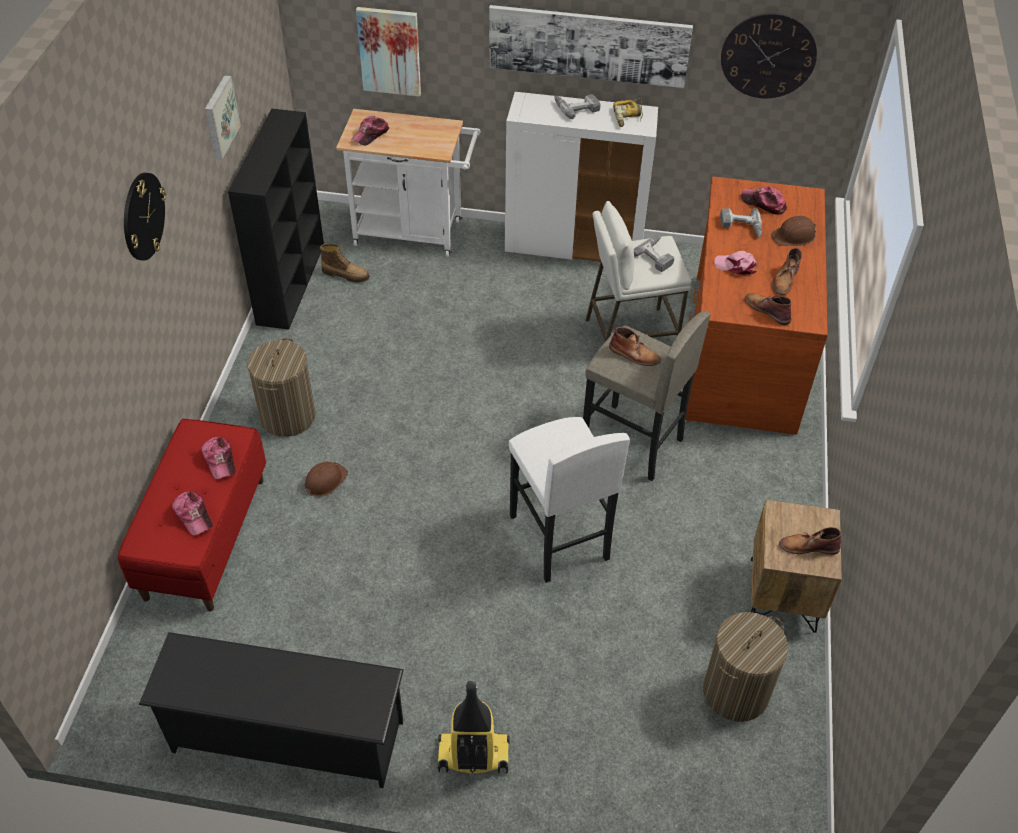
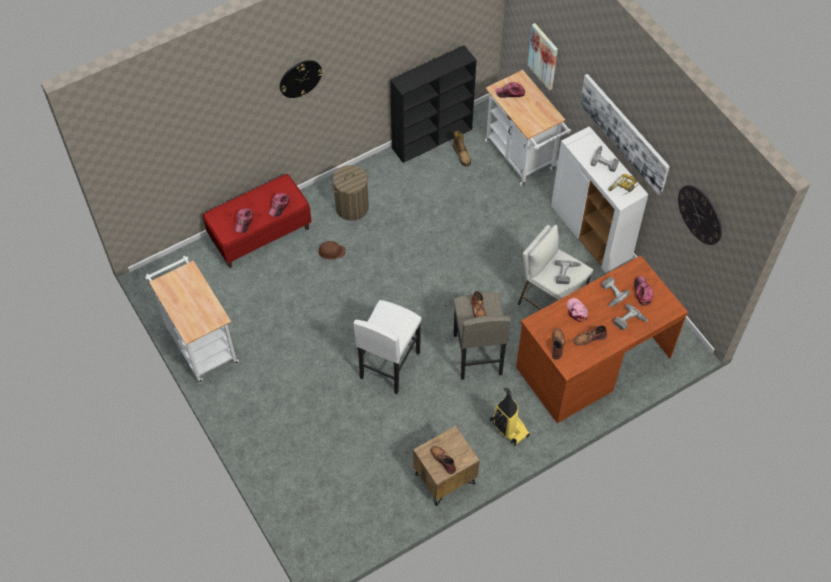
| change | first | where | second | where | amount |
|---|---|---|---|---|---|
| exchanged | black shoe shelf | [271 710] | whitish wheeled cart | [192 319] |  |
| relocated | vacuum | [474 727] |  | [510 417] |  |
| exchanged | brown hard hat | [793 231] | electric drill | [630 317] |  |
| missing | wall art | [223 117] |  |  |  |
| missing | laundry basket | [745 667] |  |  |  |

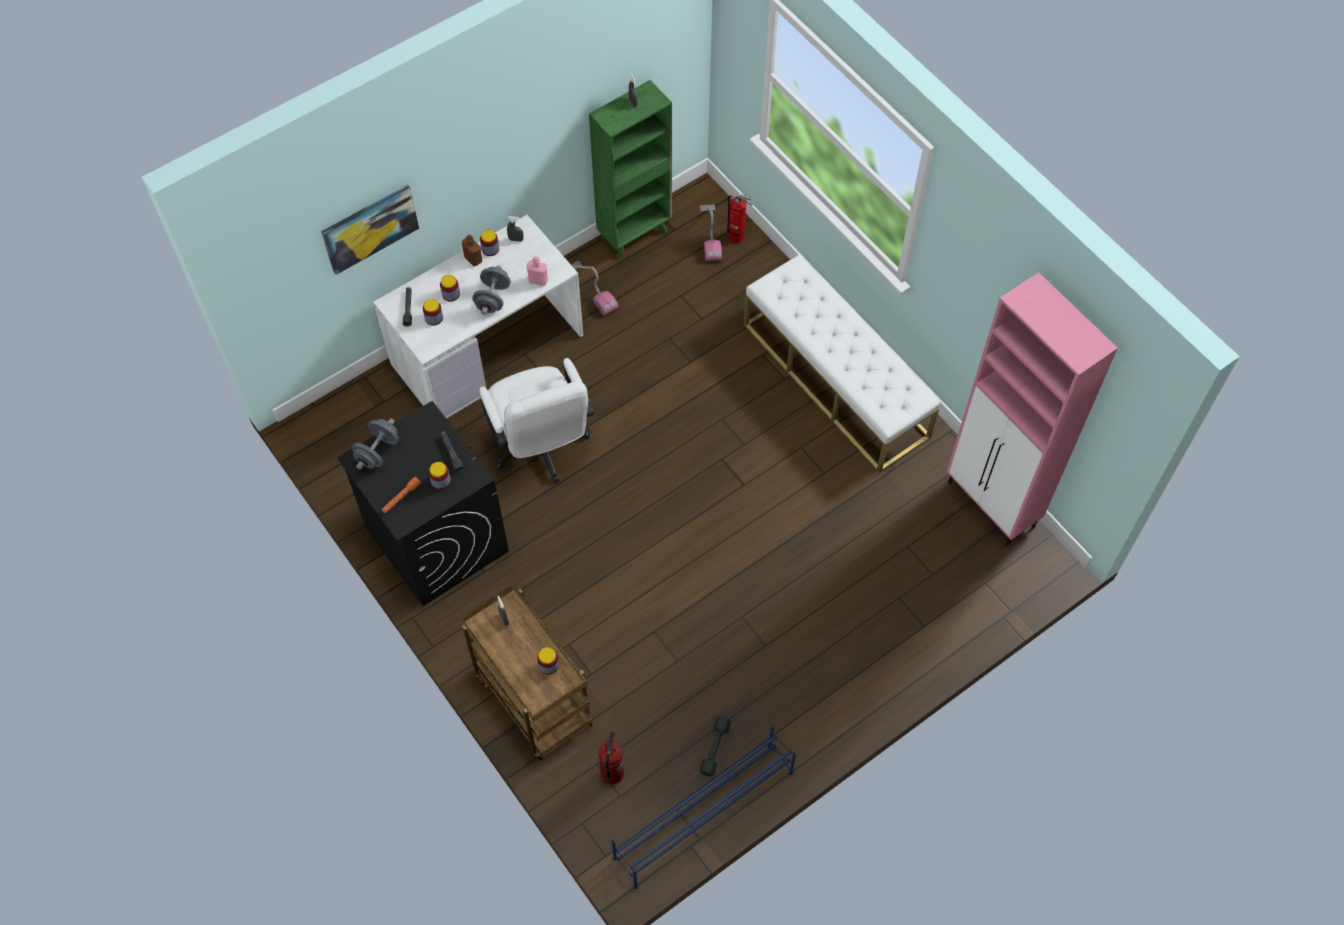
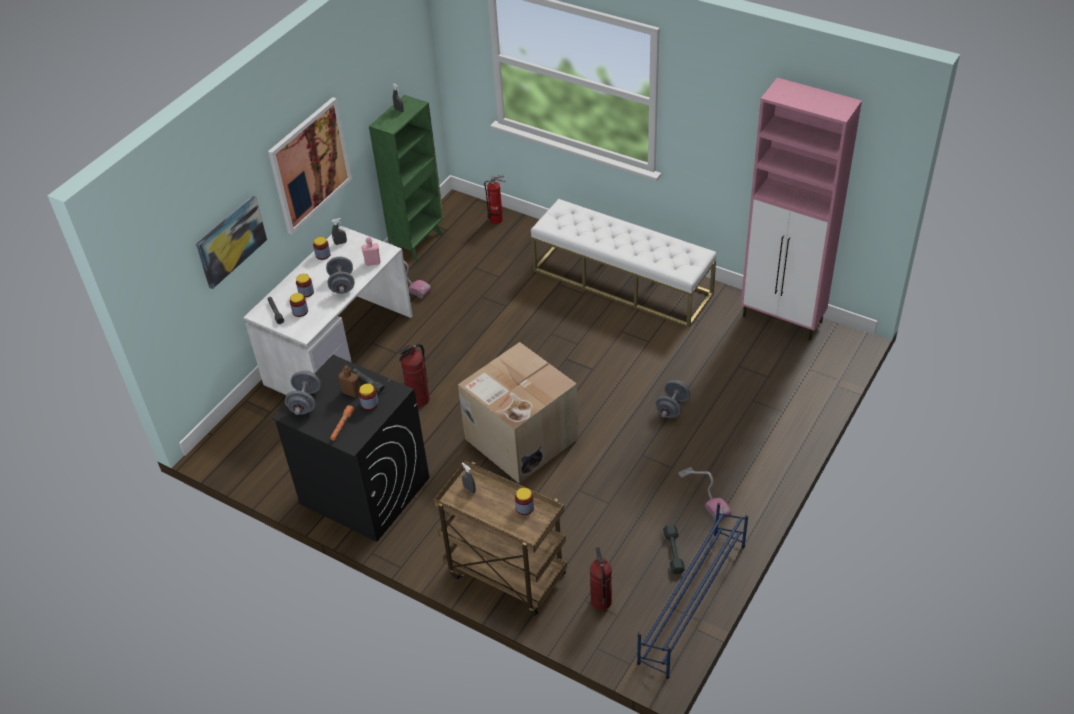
| change | first | where | second | where | amount |
|---|---|---|---|---|---|
| appeared |  |  | wall art | [310 165] |  |
| relocated | brown drink bottle | [472 250] |  | [349 381] |  |
| exchanged | whitish computer chair | [536 420] | extinguisher | [414 375] |  |
| appeared |  |  | carton | [518 413] |  |
| appeared |  |  | gray dumbbell | [672 399] |  |
| relocated | vacuum | [711 233] |  | [704 494] |  |

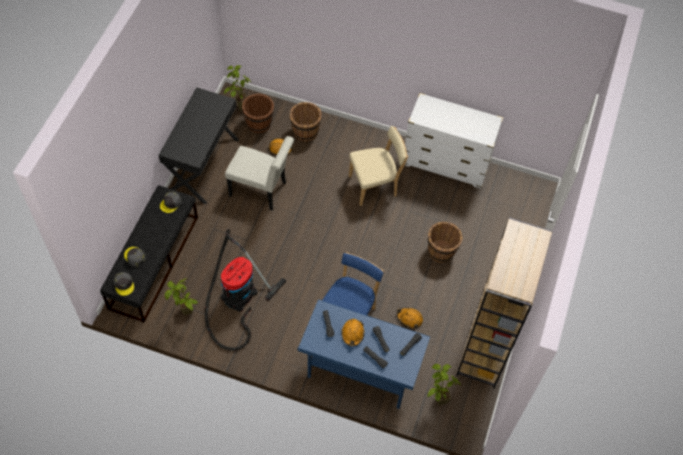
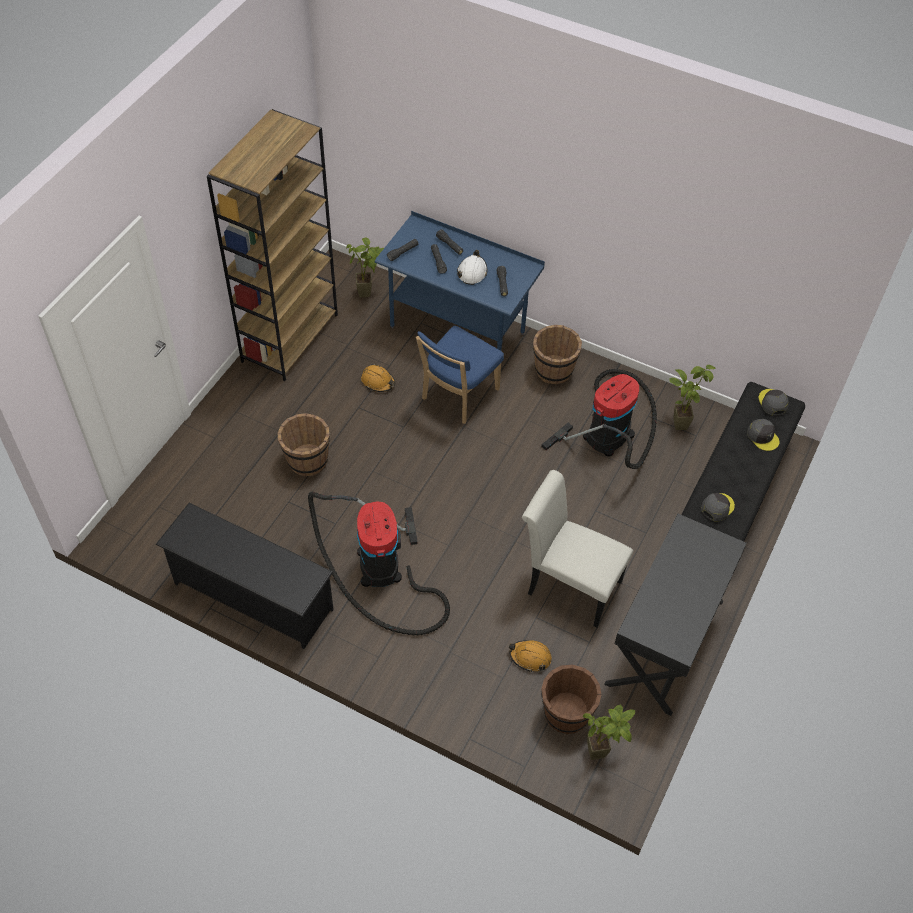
| change | first | where | second | where | amount |
|---|---|---|---|---|---|
| exchanged | whitish drawer chest | [454 141] | black shoe shelf | [245 576] |  |
| exchanged | beige-coloured plain chair | [378 166] | vacuum | [379 563] |  |
| colour | orangey hard hat | [353 332] | whitish hard hat | [472 267] |  |
| relocated | brown water bucket | [306 121] |  | [557 354] |  |

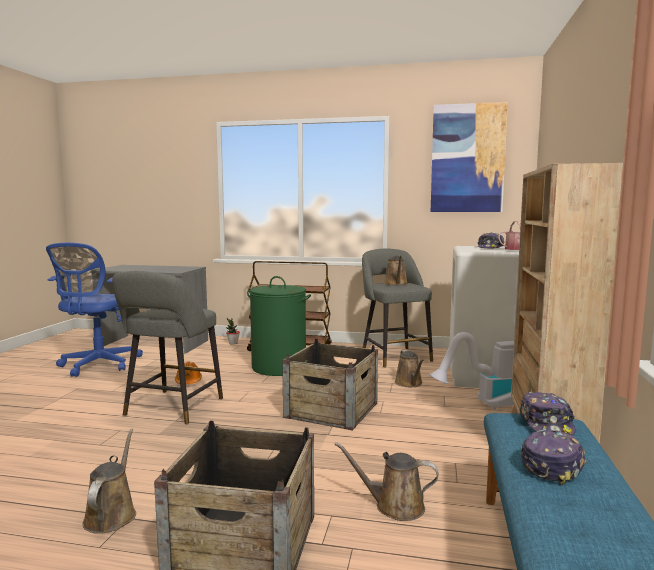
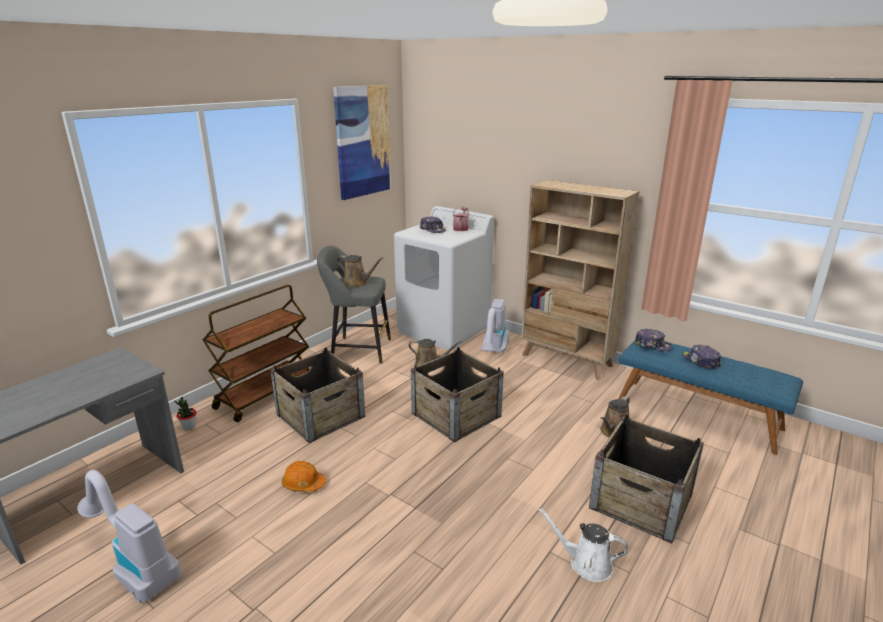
| change | first | where | second | where | amount |
|---|---|---|---|---|---|
| exchanged | blue-coloured computer chair | [94 310] | vacuum | [129 536] |  |
| exchanged | greenish laundry basket | [279 326] | shipping crate | [317 395] |  |
| colour | brown sprinkling can | [109 481] | whitish sprinkling can | [583 544] |  |
| missing | gray stool | [167 348] |  |  |  |

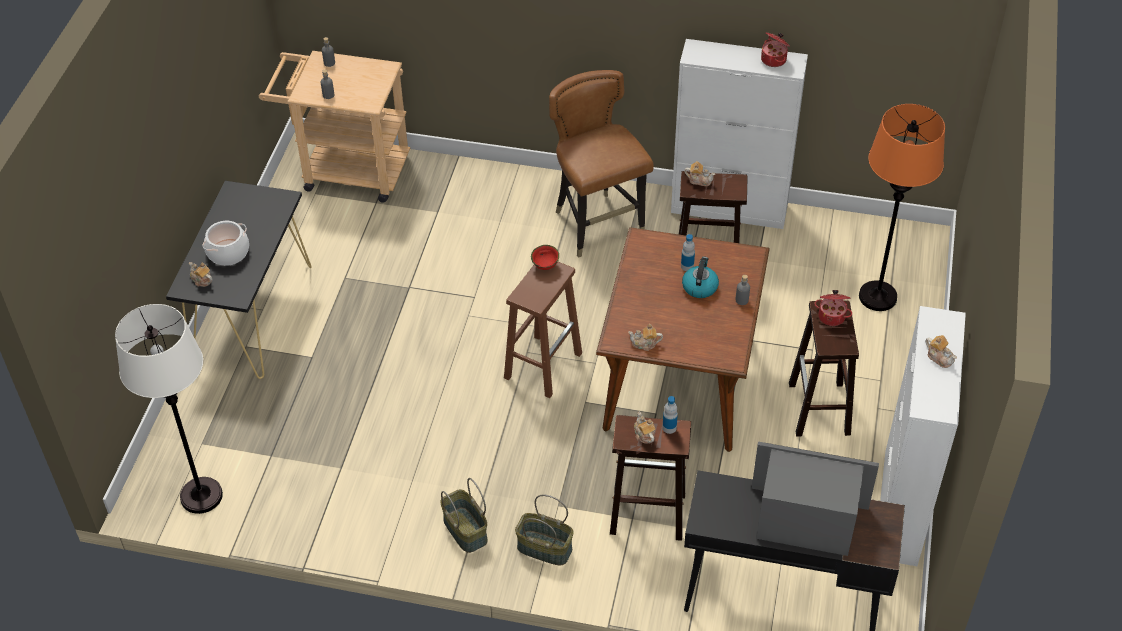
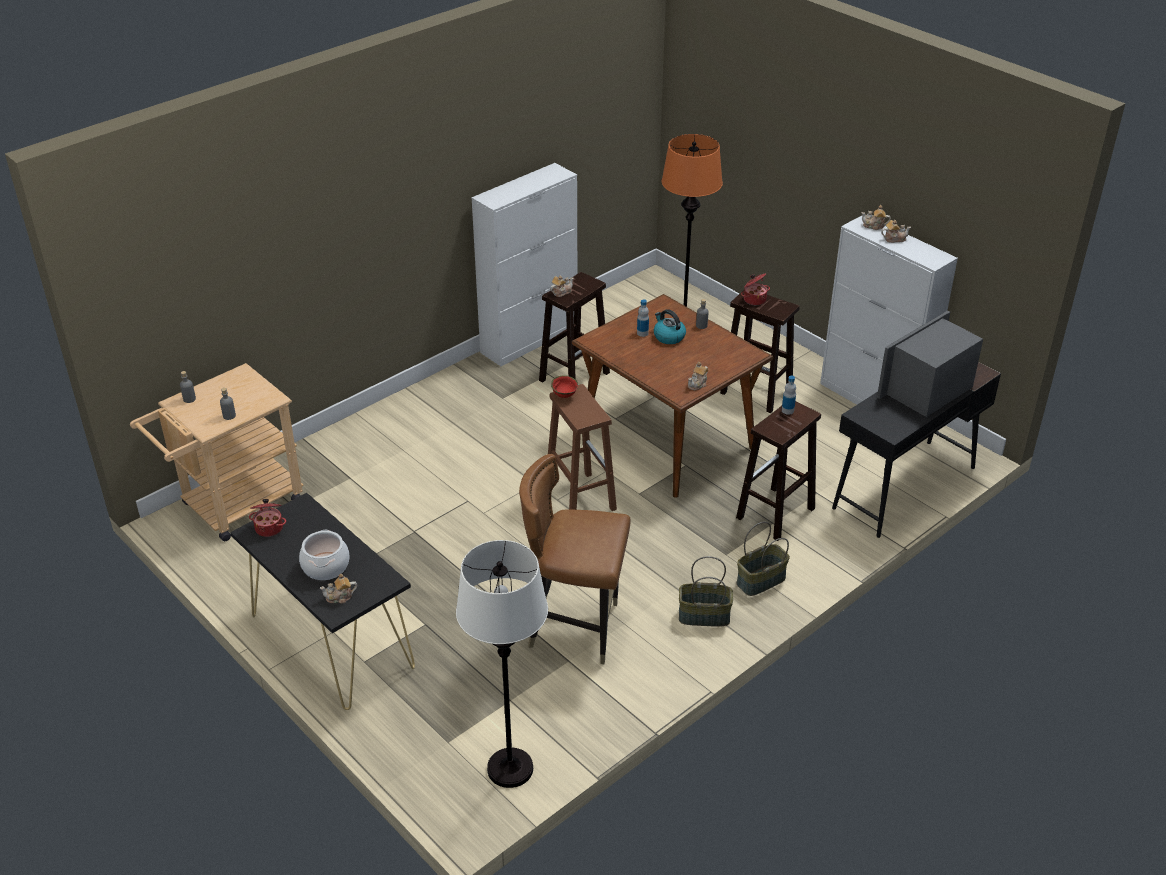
| change | first | where | second | where | amount |
|---|---|---|---|---|---|
| relocated | cooking pot | [775 49] |  | [267 518] |  |
| relocated | brown plain chair | [601 164] |  | [575 559] |  |
| relocated | pot for tea | [645 427] |  | [876 217] |  |

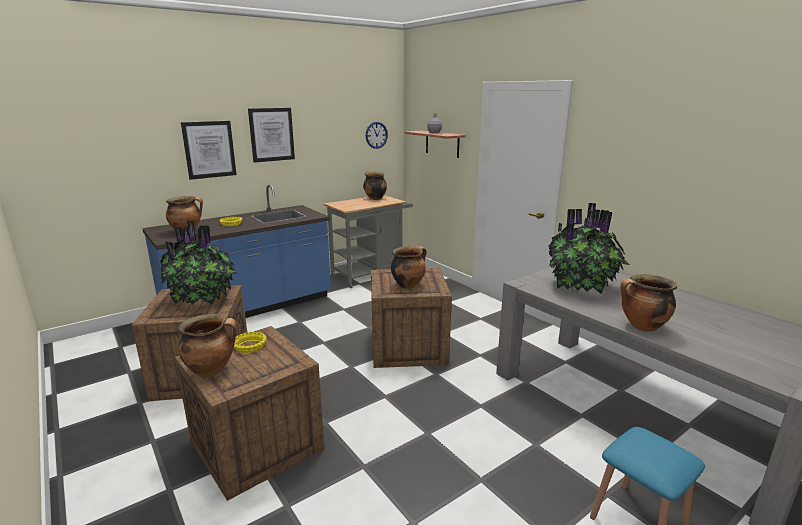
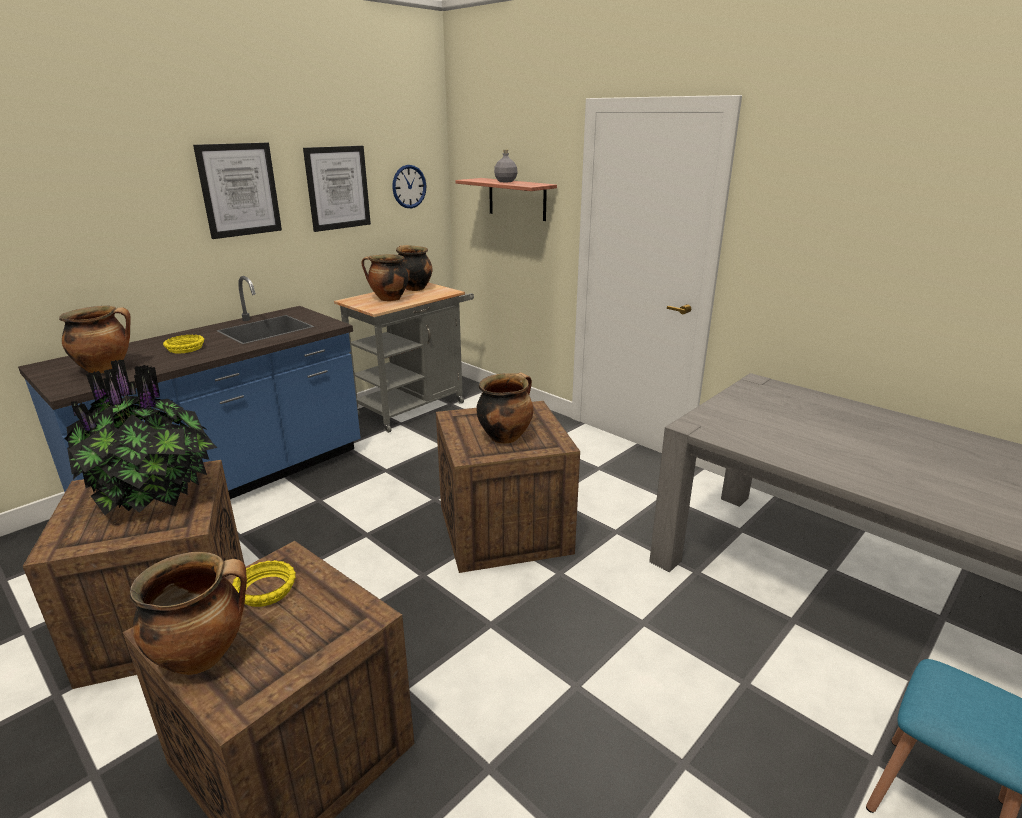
| change | first | where | second | where | amount |
|---|---|---|---|---|---|
| relocated | wall art | [209 150] |  | [337 189] |  |
| relocated | cooking pot | [648 303] |  | [385 277] |  |
| missing | potted plant | [588 248] |  |  |  |

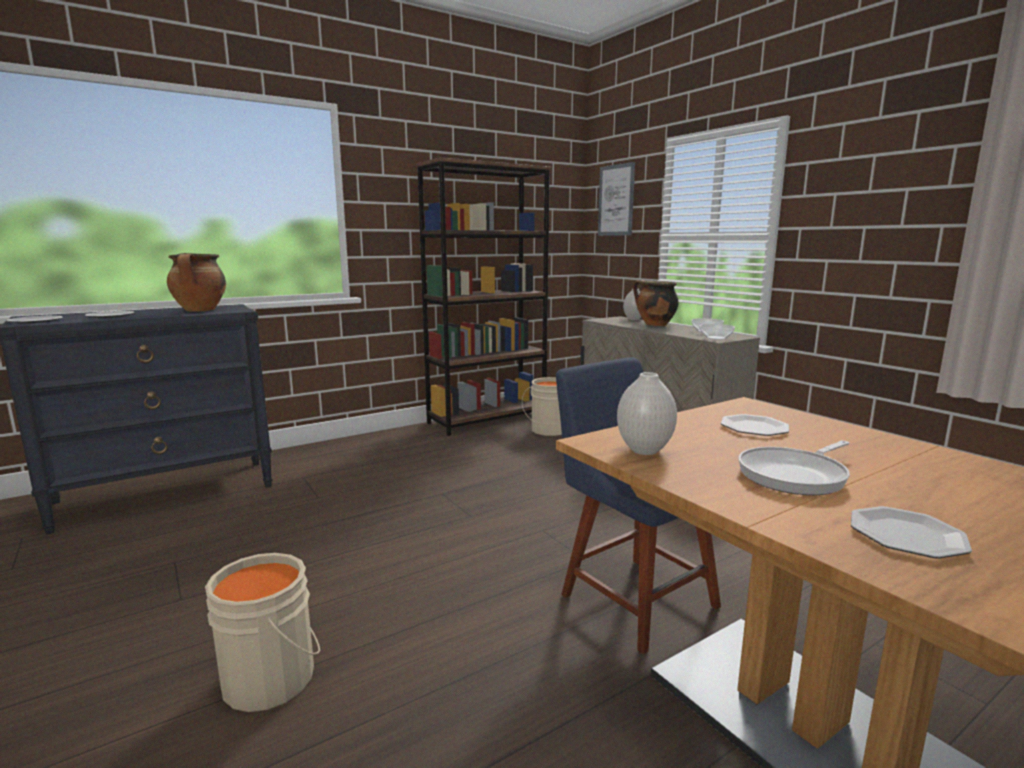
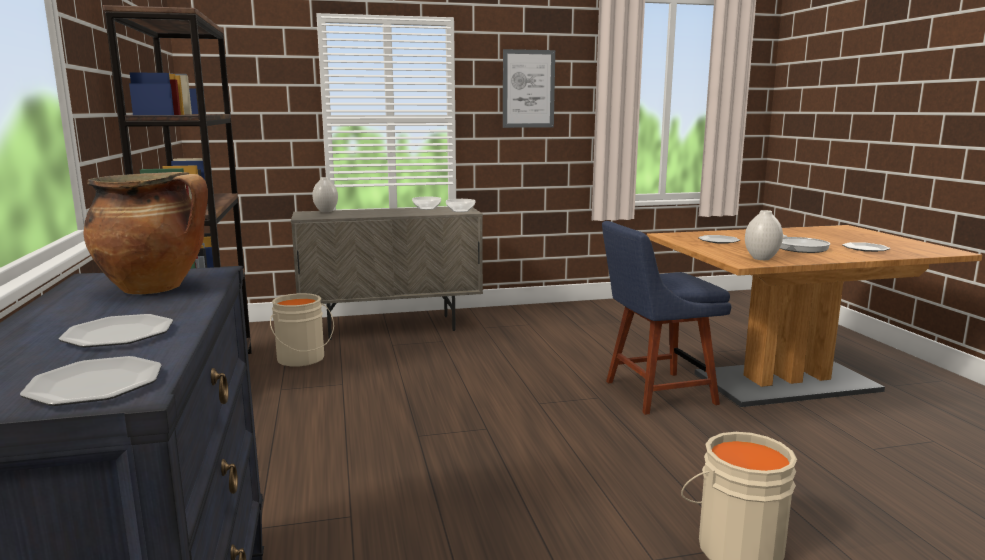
| change | first | where | second | where | amount |
|---|---|---|---|---|---|
| relocated | wall art | [616 199] |  | [529 88] |  |
| missing | cooking pot | [656 303] |  |  |  |

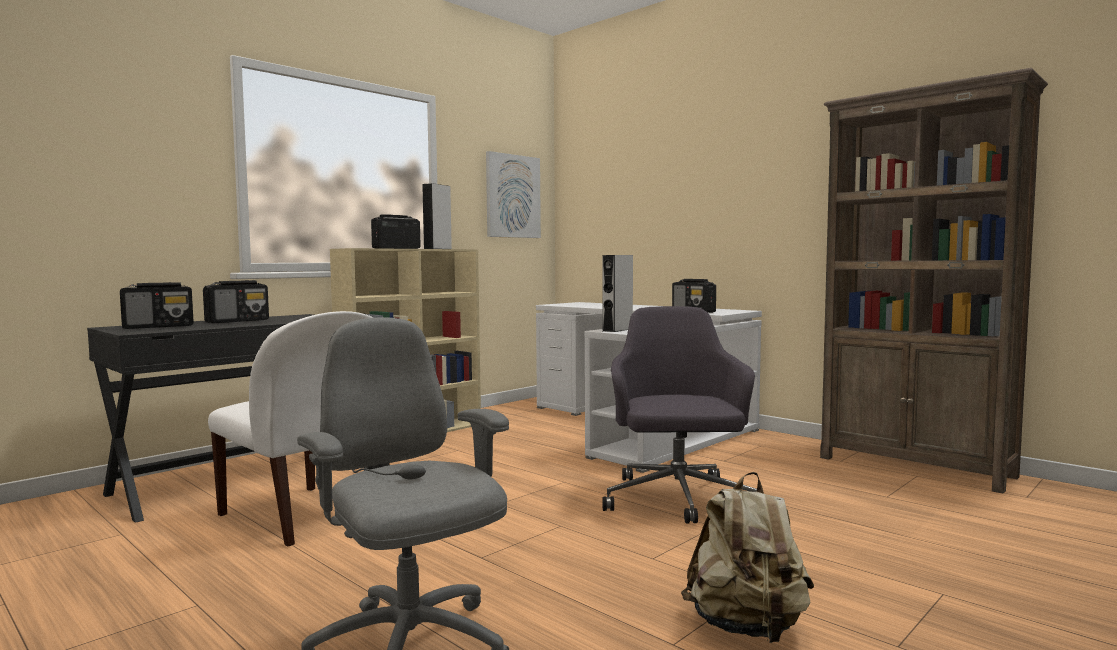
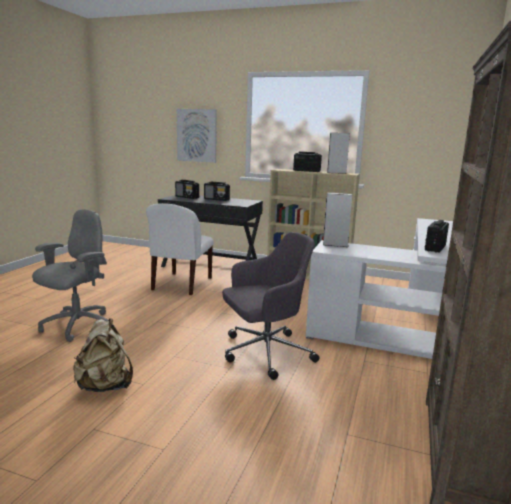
| change | first | where | second | where | amount |
|---|---|---|---|---|---|
| relocated | wall art | [513 194] |  | [197 136] |  |

